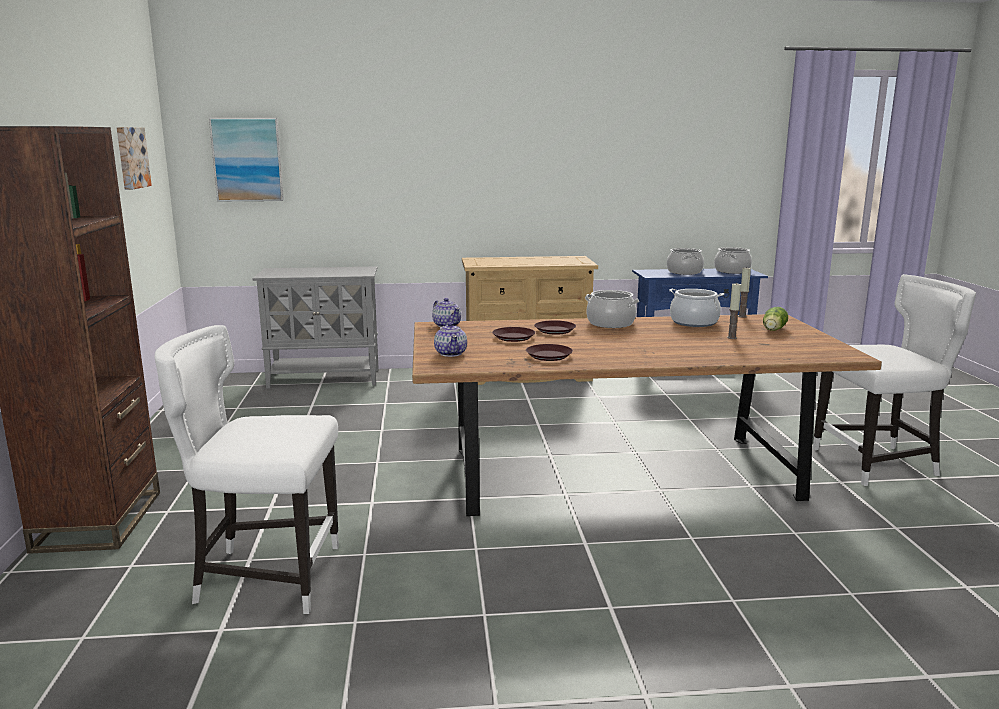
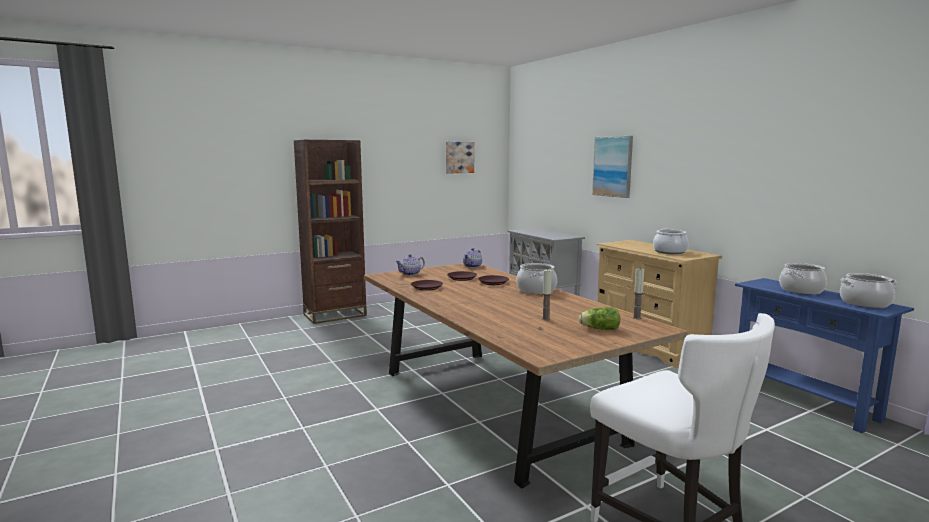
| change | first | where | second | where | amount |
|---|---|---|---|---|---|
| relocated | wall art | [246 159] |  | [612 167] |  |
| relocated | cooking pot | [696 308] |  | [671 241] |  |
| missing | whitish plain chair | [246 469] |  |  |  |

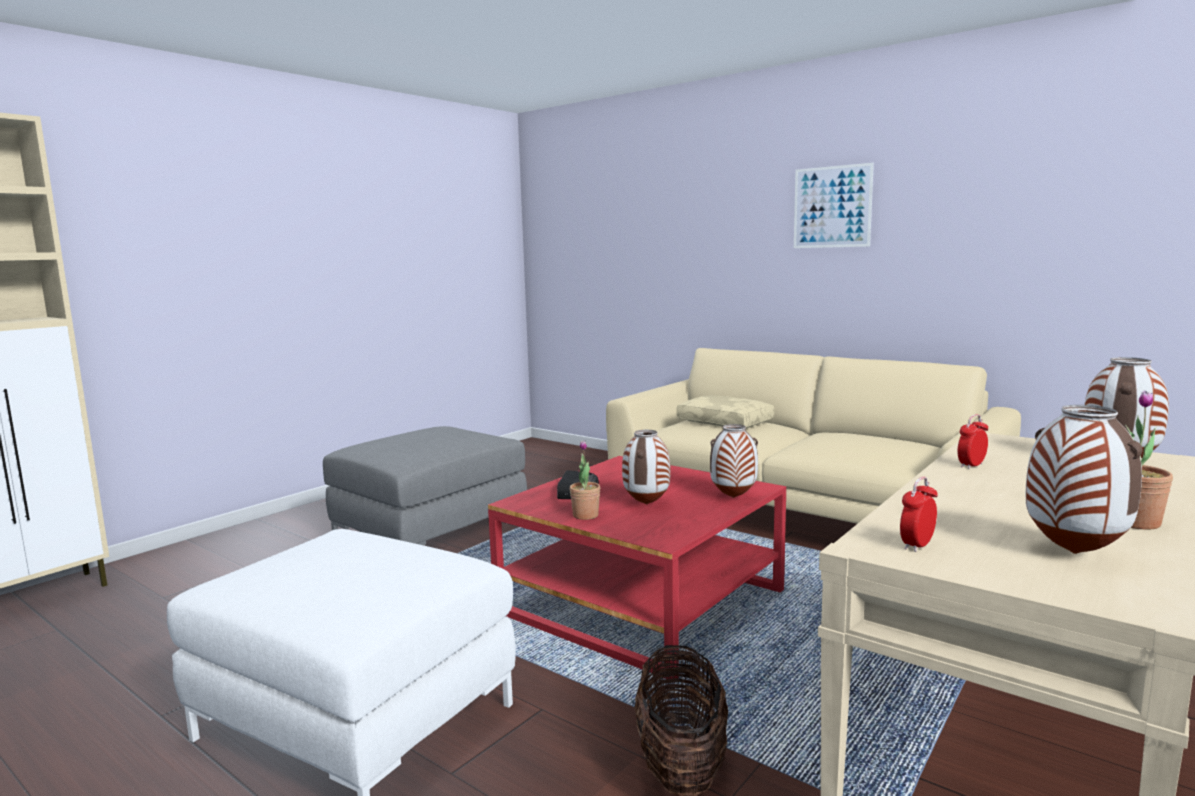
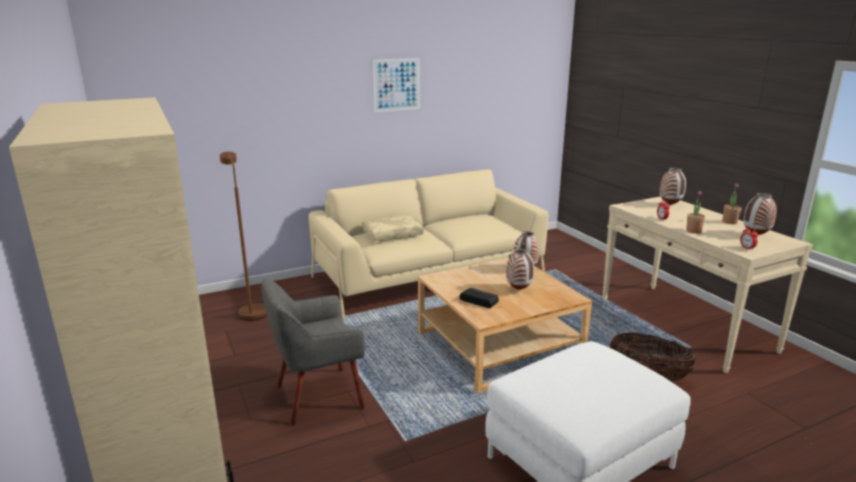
| change | first | where | second | where | amount |
|---|---|---|---|---|---|
| appeared |  |  | brown standing lamp | [243 236] |  |
| exchanged | gray pouffe | [425 485] | gray easy chair | [313 352] |  |
| colour | red coffee table | [637 567] | beige-coloured coffee table | [505 325] |  |
| relocated | potted plant | [585 480] |  | [695 212] |  |

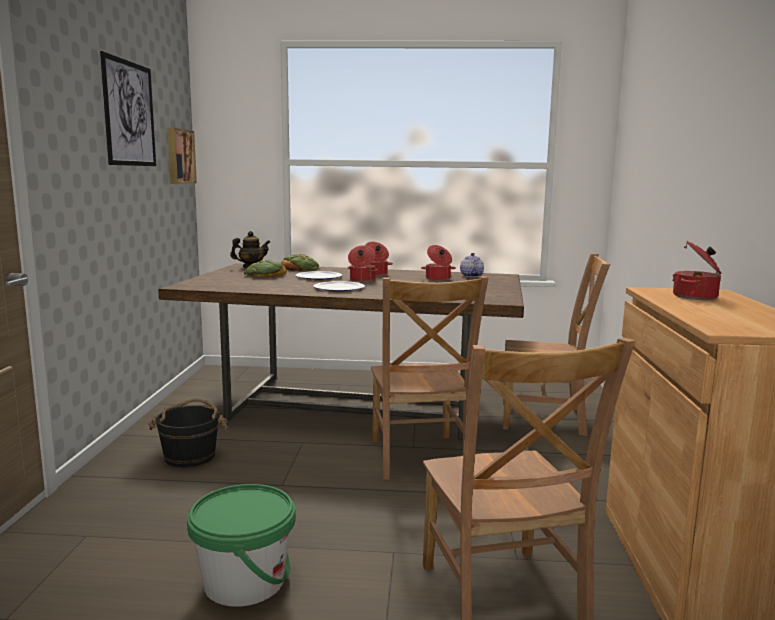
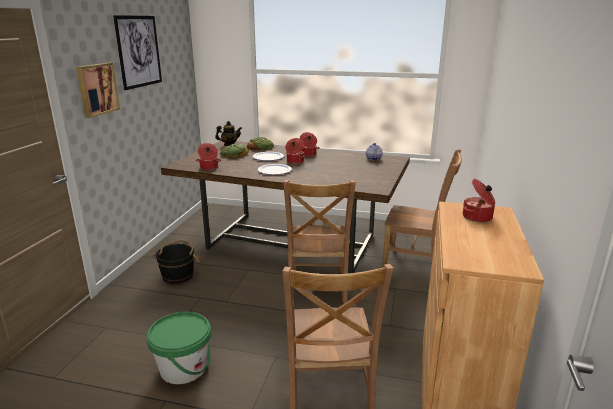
| change | first | where | second | where | amount |
|---|---|---|---|---|---|
| relocated | wall art | [182 156] |  | [98 90] |  |
| relocated | cooking pot | [438 263] |  | [208 156] |  |

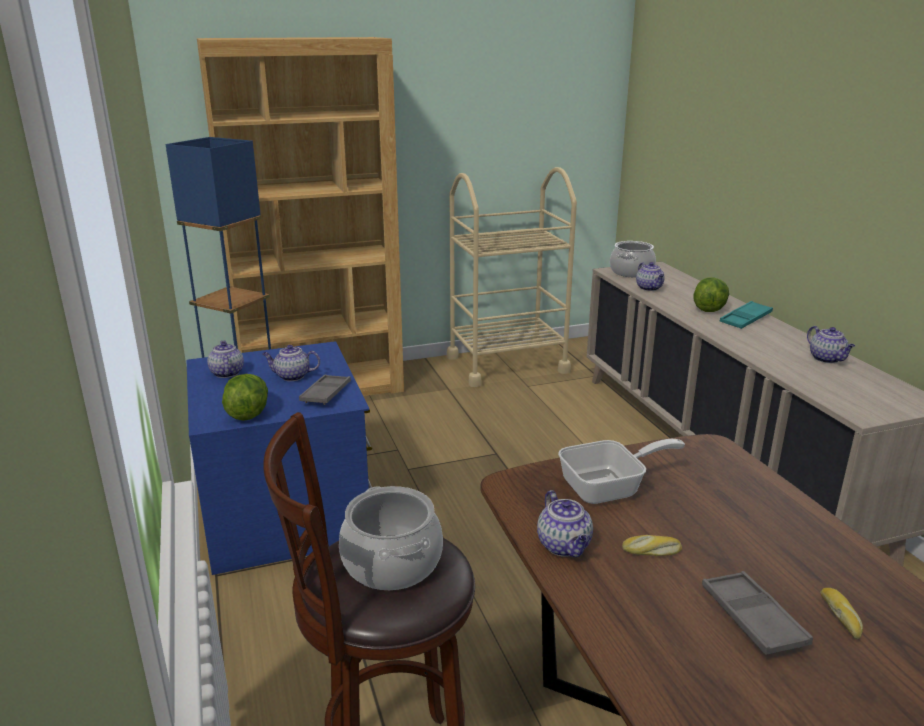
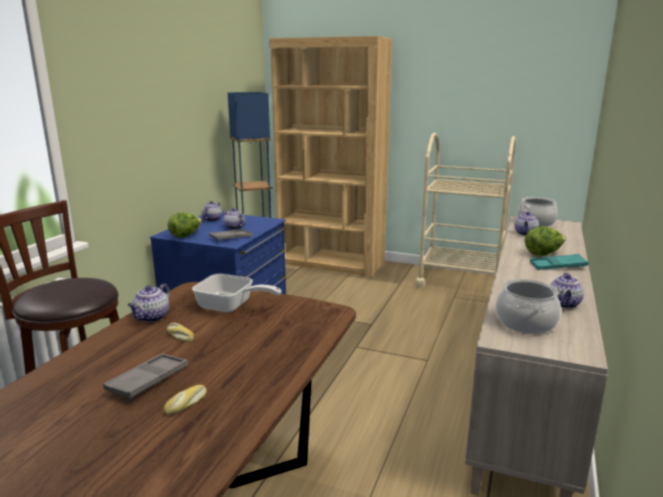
| change | first | where | second | where | amount |
|---|---|---|---|---|---|
| relocated | cooking pot | [391 538] |  | [528 306] |  |

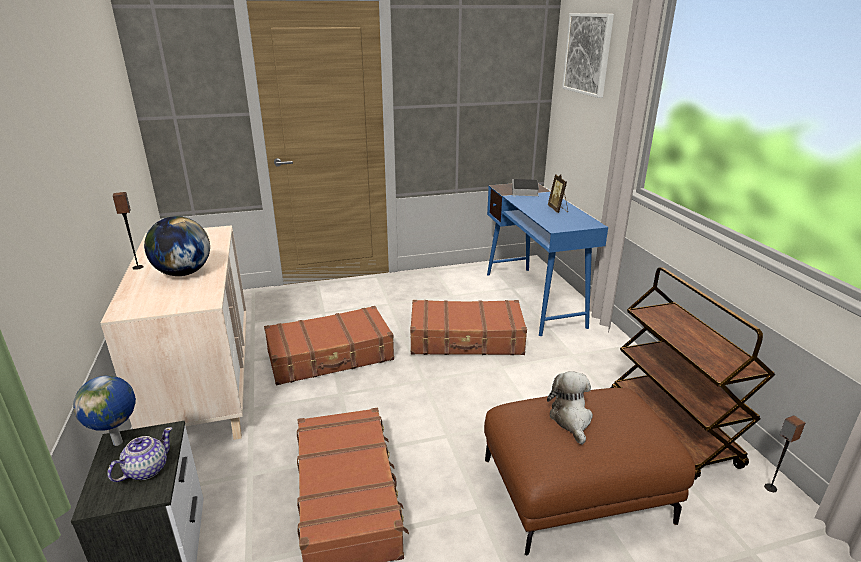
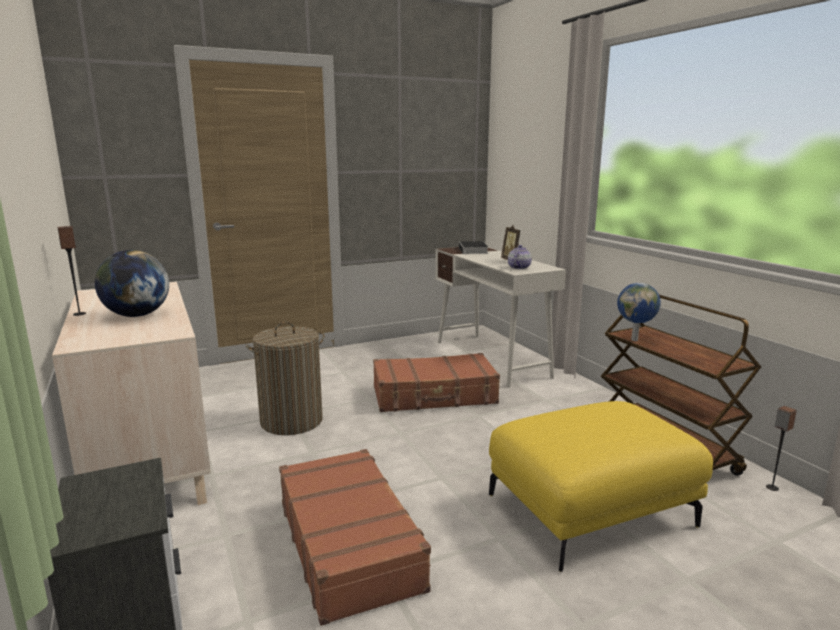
| change | first | where | second | where | amount |
|---|---|---|---|---|---|
| exchanged | brown travel case | [329 345] | laundry basket | [285 378] |  |
| colour | blue-coloured desk table | [547 260] | whitish desk table | [500 317] |  |
| colour | brown pouffe | [590 472] | yellow-coloured pouffe | [601 486] |  |
| relocated | pot for tea | [140 454] |  | [520 257] |  |
| relocated | world globe | [104 410] |  | [639 312] |  |
| missing | plush toy | [570 408] |  |  |  |
| missing | wall art | [588 55] |  |  |  |

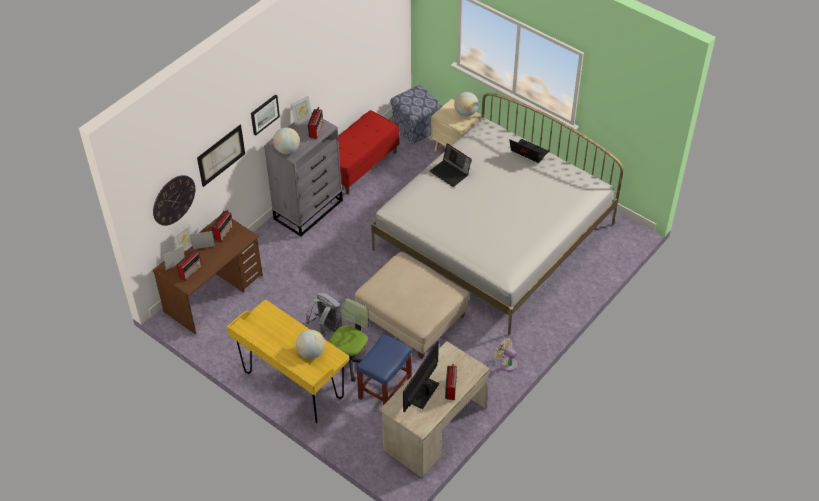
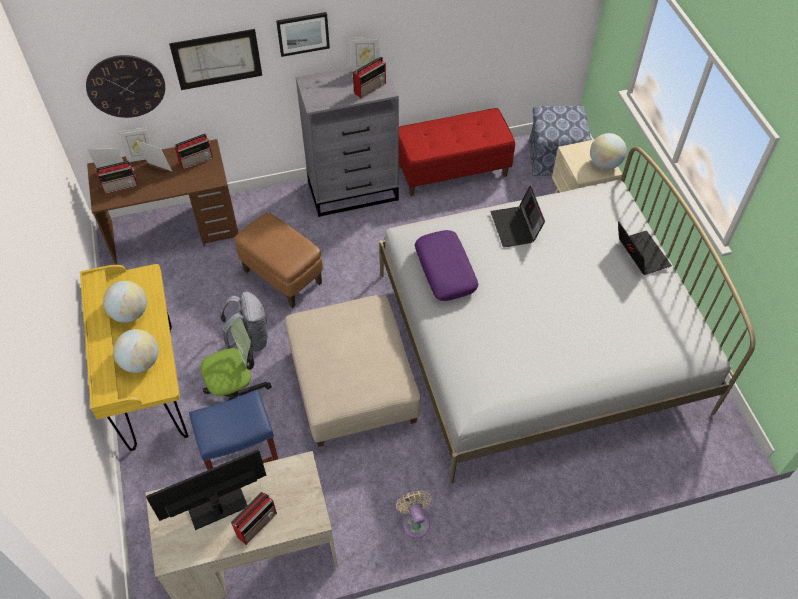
| change | first | where | second | where | amount |
|---|---|---|---|---|---|
| relocated | world globe | [286 140] |  | [125 302] |  |
| appeared |  |  | brown pouffe | [278 260] |  |
| appeared |  |  | purplish pillow | [446 265] |  |

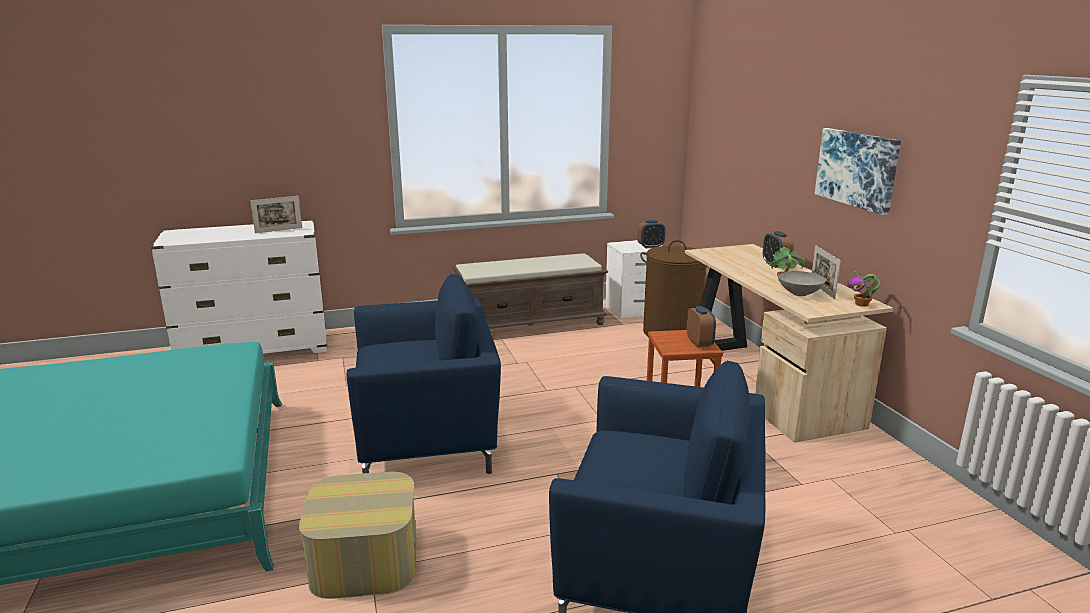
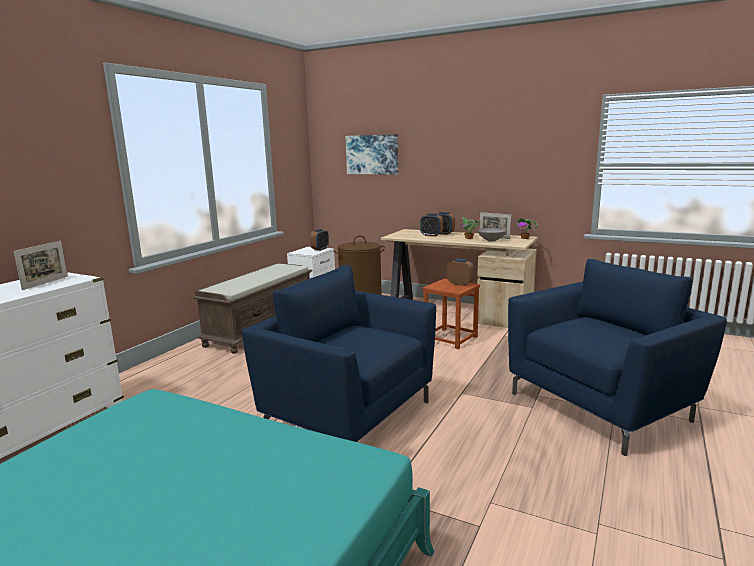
| change | first | where | second | where | amount |
|---|---|---|---|---|---|
| spun | blue-coloured easy chair | [424 374] |  | [339 353] | 90 degrees counterclockwise |
| relocated | wall art | [858 171] |  | [371 154] |  |
| appeared |  |  | bedside clock | [431 225] |  |
| missing | pouffe | [358 535] |  |  |  |

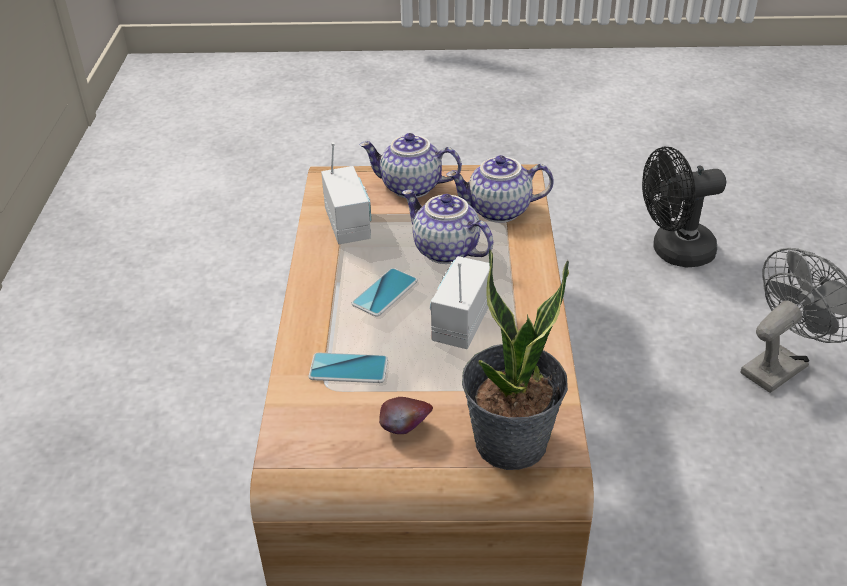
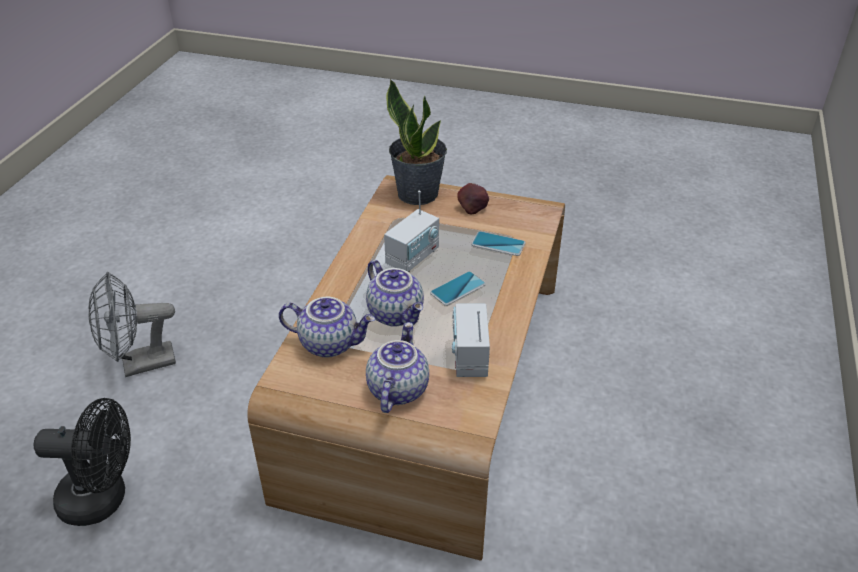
| change | first | where | second | where | amount |
|---|---|---|---|---|---|
| spun | pot for tea | [410 165] |  | [397 367] | 105 degrees counterclockwise |

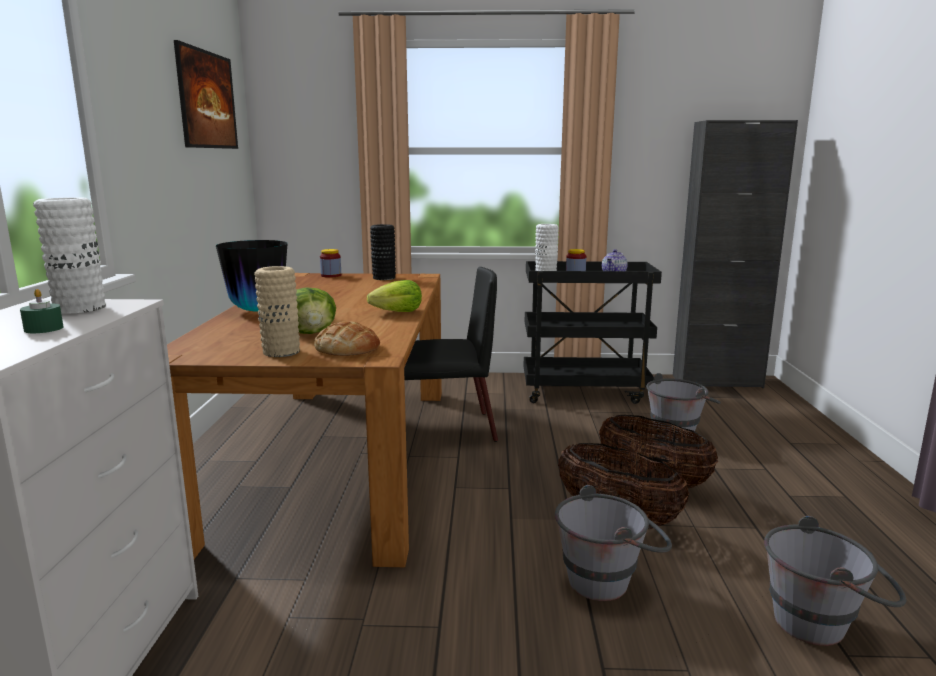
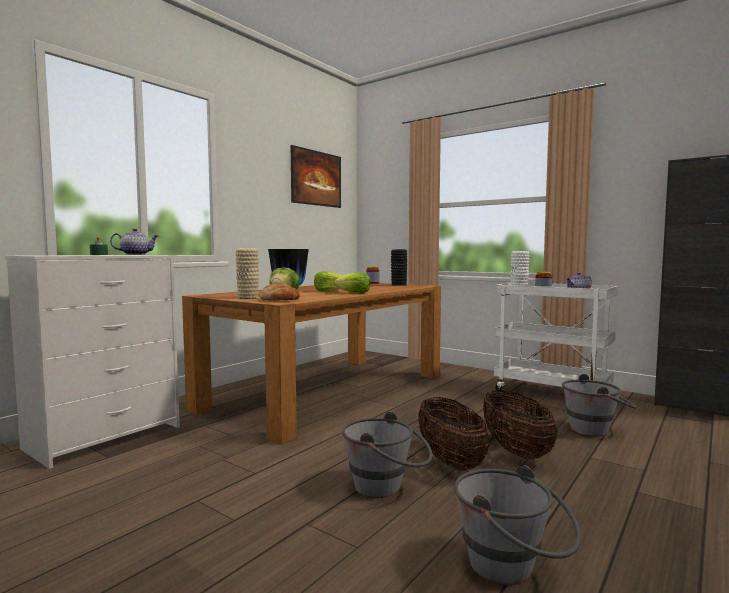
| change | first | where | second | where | amount |
|---|---|---|---|---|---|
| exchanged | whitish flower vase | [69 255] | pot for tea | [134 241] |  |
| appeared |  |  | head of lettuce | [328 281] |  |
| colour | black wheeled cart | [593 332] | whitish wheeled cart | [556 336] |  |
| missing | black plain chair | [451 354] |  |  |  |

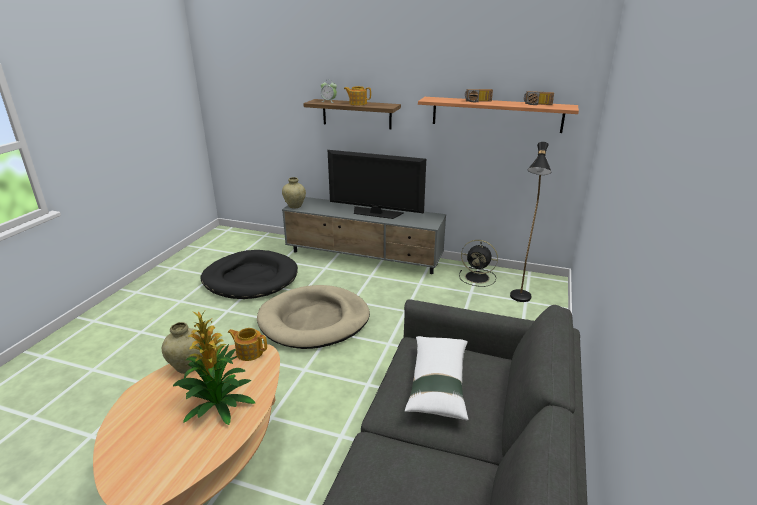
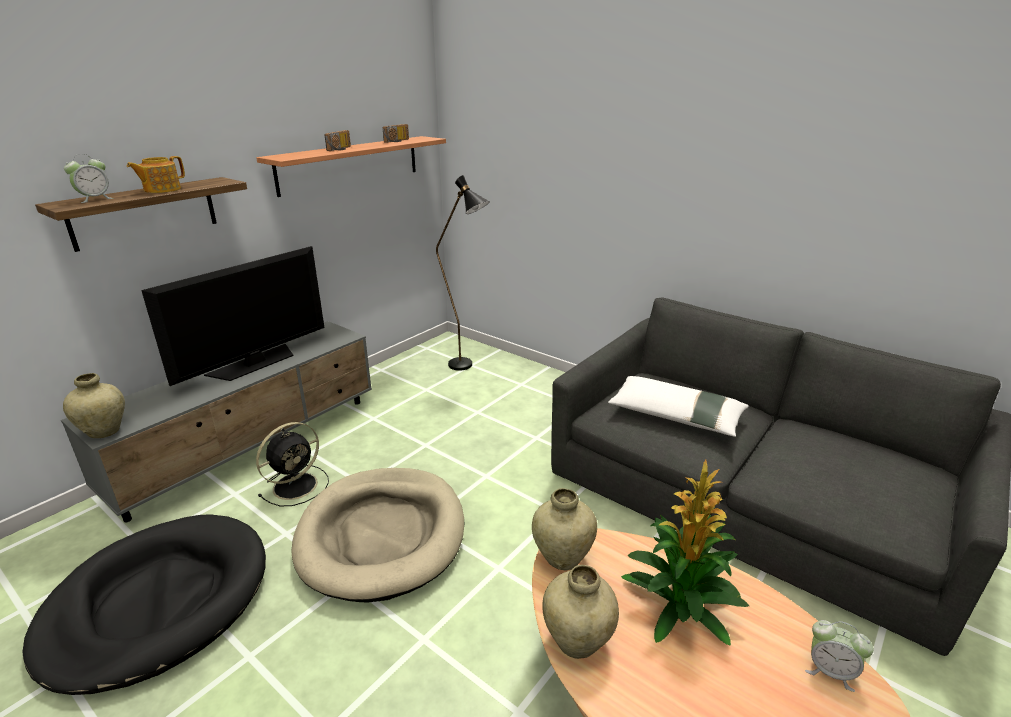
| change | first | where | second | where | amount |
|---|---|---|---|---|---|
| relocated | black electric fan | [478 263] |  | [292 464] |  |
| exchanged | pot for tea | [247 344] | beige-coloured flower vase | [564 529] |  |
| appeared |  |  | bedside clock | [839 656] |  |

